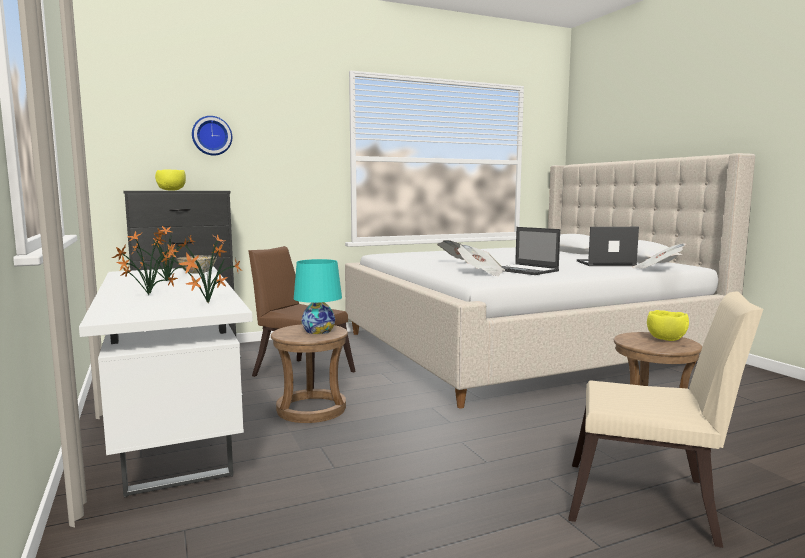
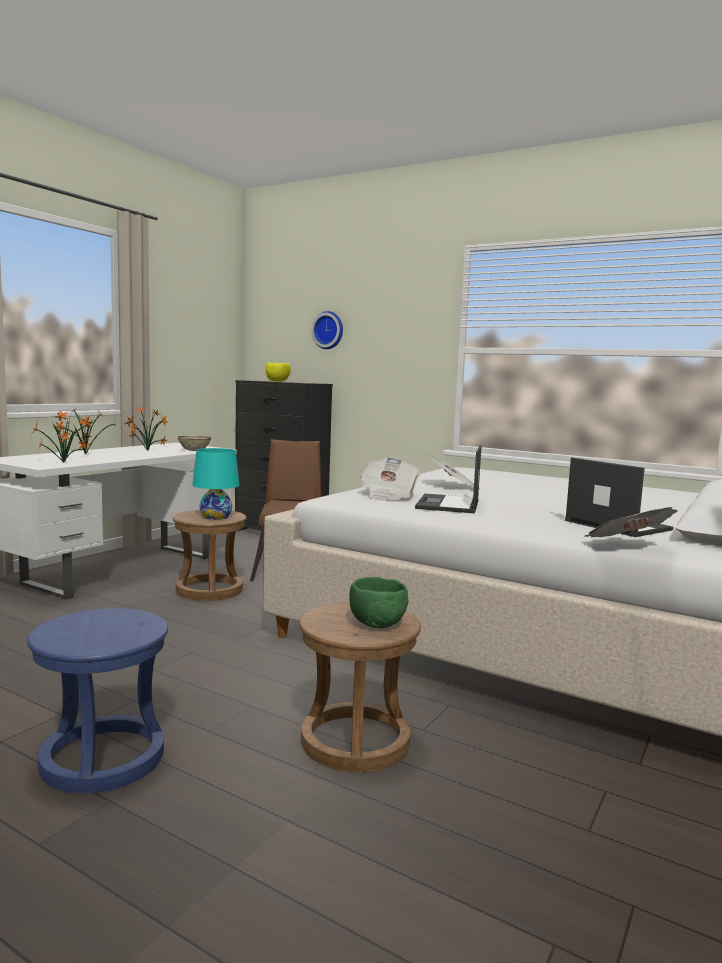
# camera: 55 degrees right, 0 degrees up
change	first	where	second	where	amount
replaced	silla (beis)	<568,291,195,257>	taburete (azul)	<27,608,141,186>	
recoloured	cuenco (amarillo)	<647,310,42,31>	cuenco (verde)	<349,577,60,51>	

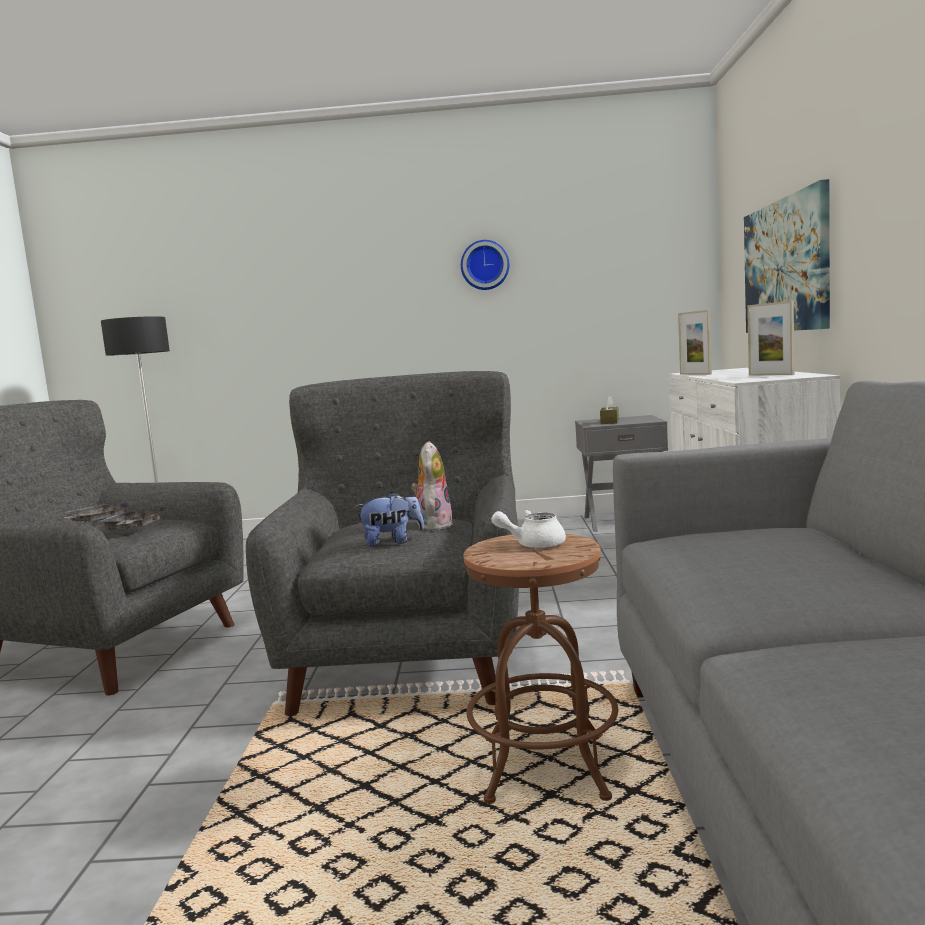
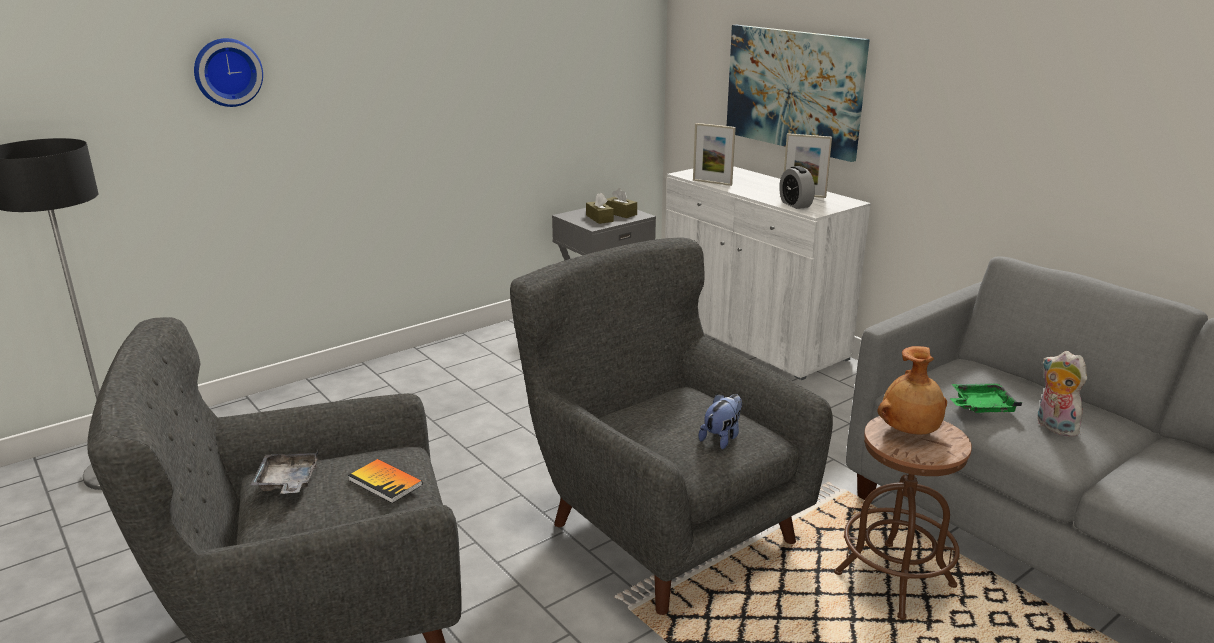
# camera: 40 degrees left, 15 degrees up
change	first	where	second	where	amount
replaced	bandeja (gris)	<97,506,67,24>	libro	<348,459,75,44>	
moved	peluche	<411,441,42,90>		<1038,351,49,86>	
moved	reloj de pared	<461,240,48,50>		<194,38,69,69>	
replaced	tetera (blanco)	<491,510,75,38>	florero (marrón)	<877,346,70,88>	
added			caja de pañuelos (marrón)	<605,188,32,30>	
added			despertador	<779,166,36,43>	
added			bandeja (verde)	<950,383,72,30>	

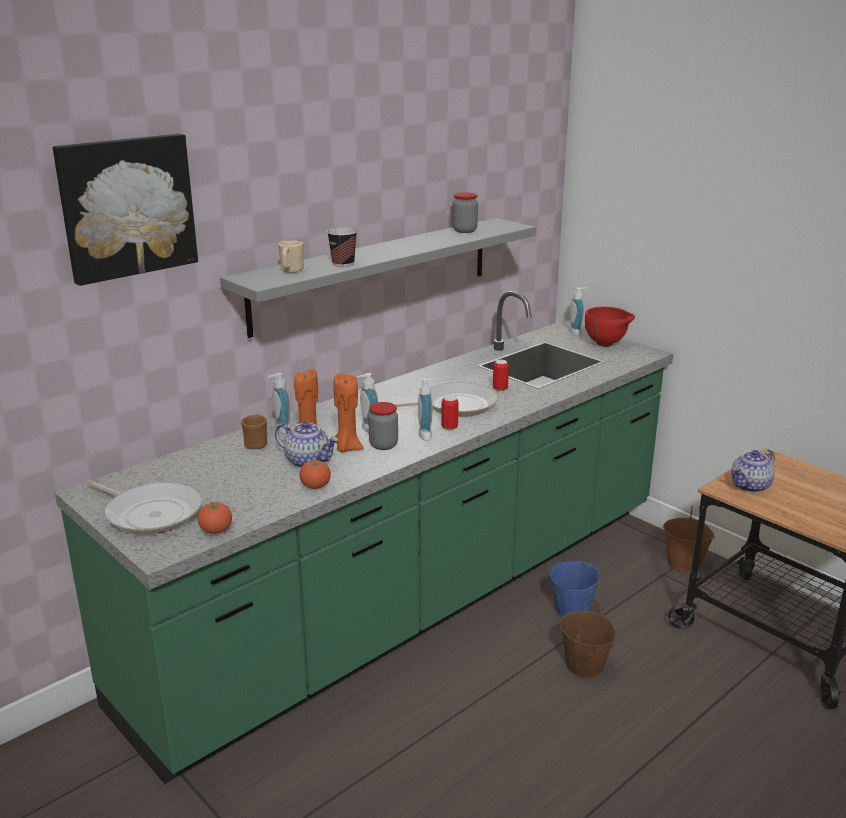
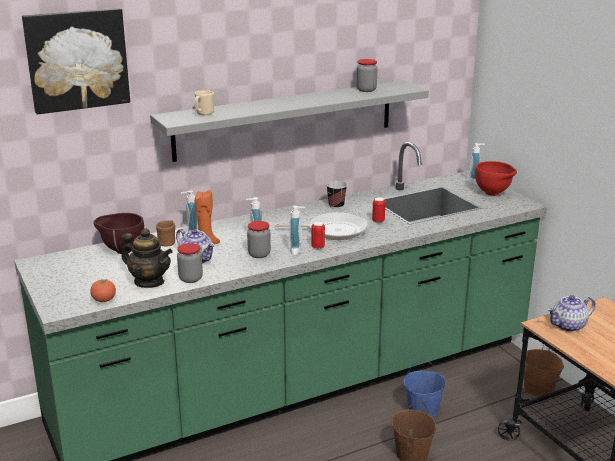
# camera: 15 degrees right, 0 degrees up
change	first	where	second	where	amount
removed	sartén	<86,481,116,54>			
replaced	tomate	<299,459,32,30>	tarro	<177,243,26,40>	
moved	taza	<327,228,30,39>		<326,181,21,28>	
removed	vela (naranja)	<334,373,30,80>			
added			cuenco (marrón)	<93,213,51,41>	
added			tetera	<121,228,52,60>	

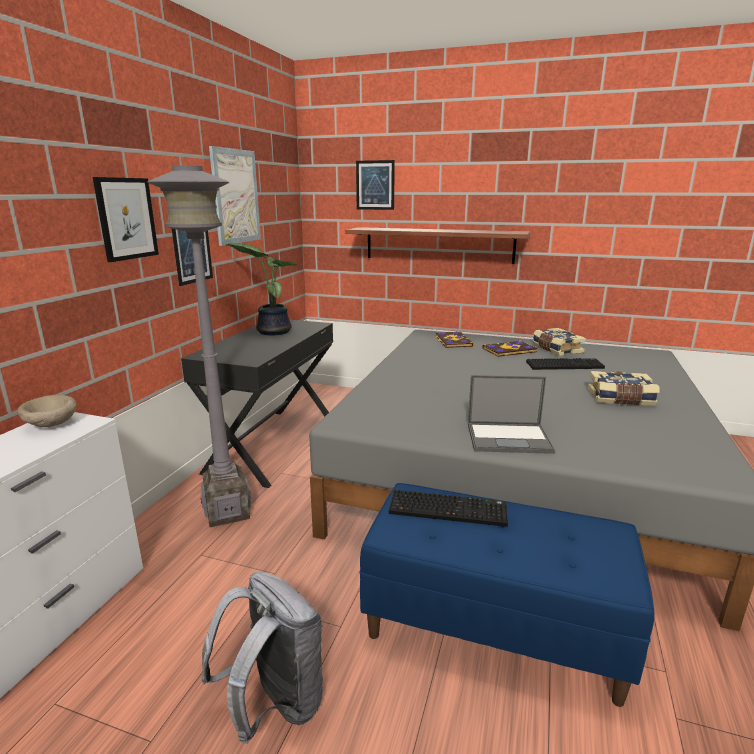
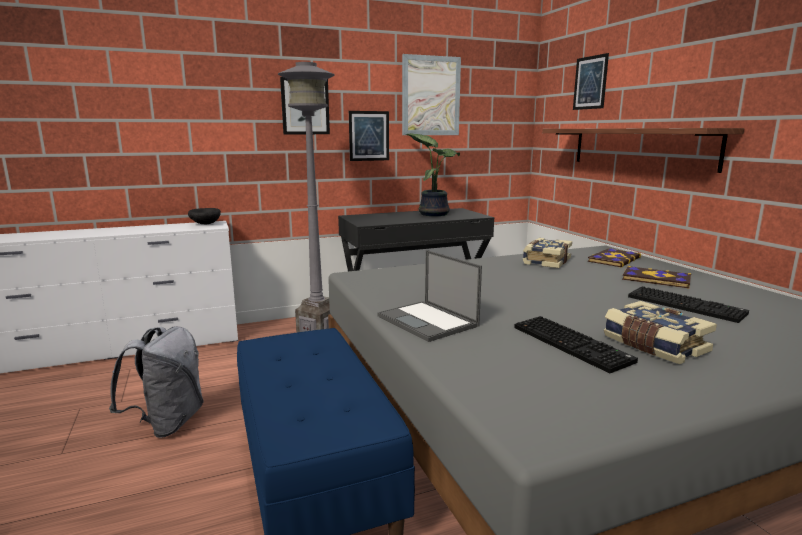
# camera: 50 degrees right, 5 degrees down
change	first	where	second	where	amount
recoloured	cuenco (beis)	<17,395,59,32>	cuenco (negro)	<188,208,33,17>	
moved	teclado	<389,490,119,37>		<515,316,123,57>	
moved	libro	<533,328,53,28>		<523,238,49,30>	

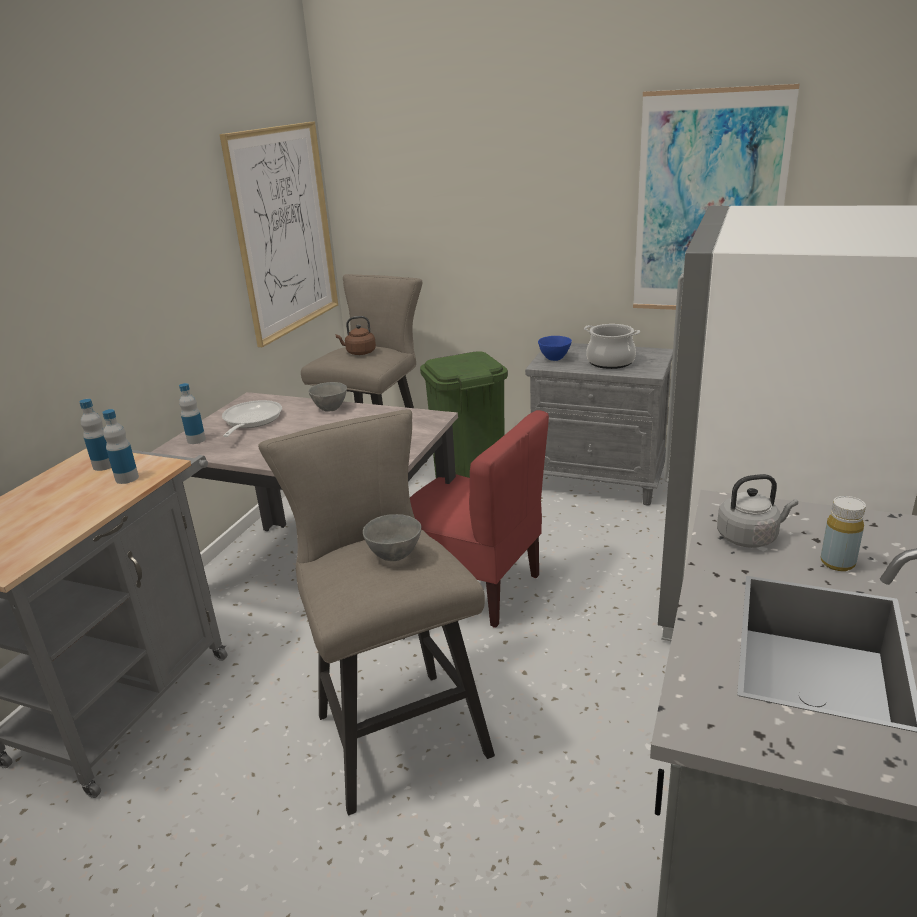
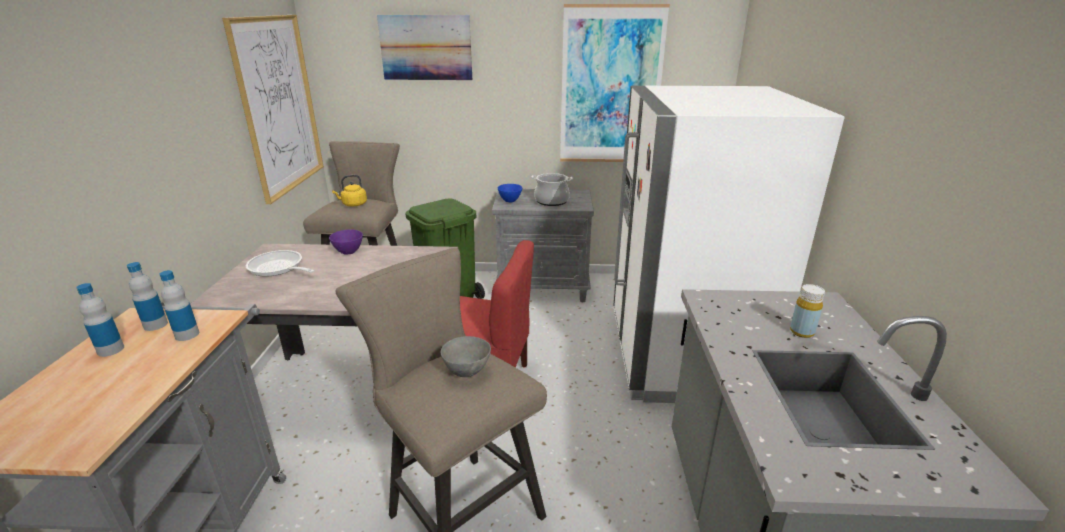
# camera: 20 degrees left, 0 degrees up
change	first	where	second	where	amount
moved	botella	<179,383,27,61>		<76,283,48,74>	
turned	sartén	<222,400,60,37>		<246,250,69,26>	45 degrees counterclockwise
recoloured	cuenco (gris)	<308,382,39,29>	cuenco (morado)	<329,230,34,25>	
recoloured	hervidor (marrón)	<335,316,41,39>	hervidor (amarillo)	<332,174,35,32>	
removed	hervidor (gris)	<717,474,81,74>			
added			cuadro	<377,15,95,65>	

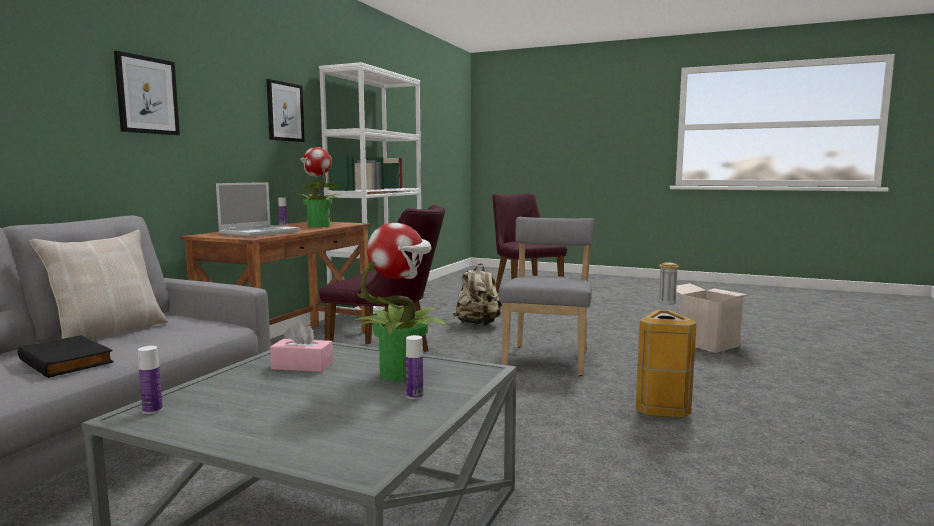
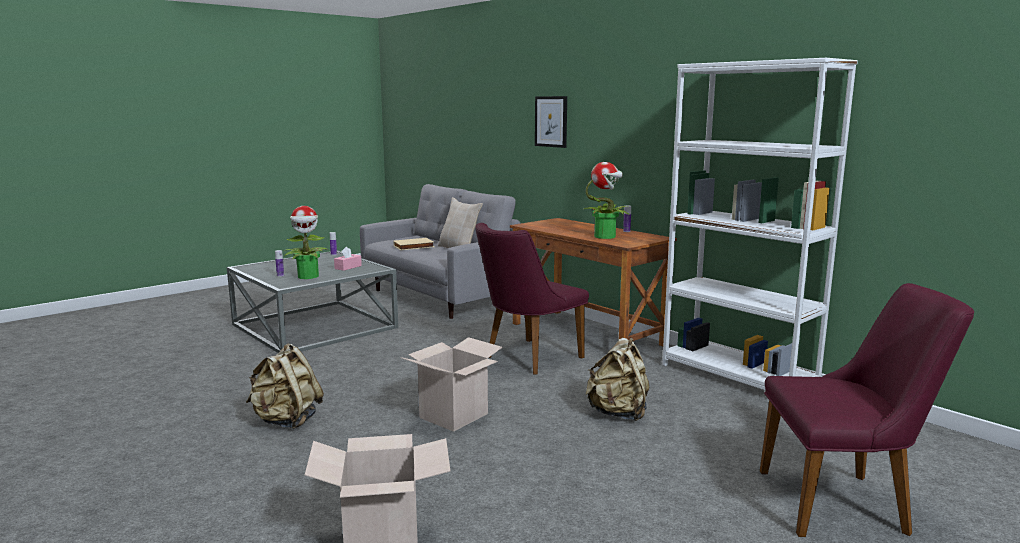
# camera: 115 degrees right, 5 degrees up
change	first	where	second	where	amount
recoloured	libro (negro)	<18,335,96,43>	libro (beis)	<394,238,40,12>	
removed	portátil	<216,182,84,55>			
removed	cuadro	<266,79,39,63>			
replaced	silla (gris)	<499,217,96,159>	caja de cartón	<400,337,103,95>	
replaced	papelera	<636,262,61,156>	mochila (beis)	<246,344,78,85>	

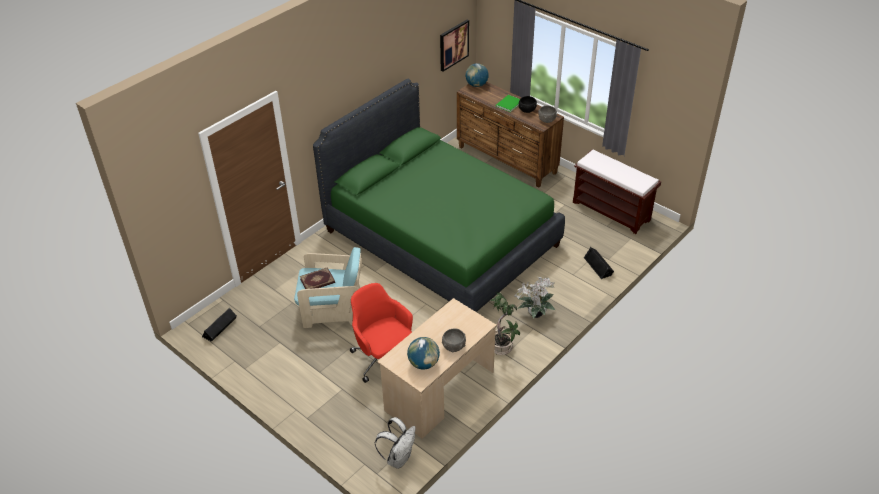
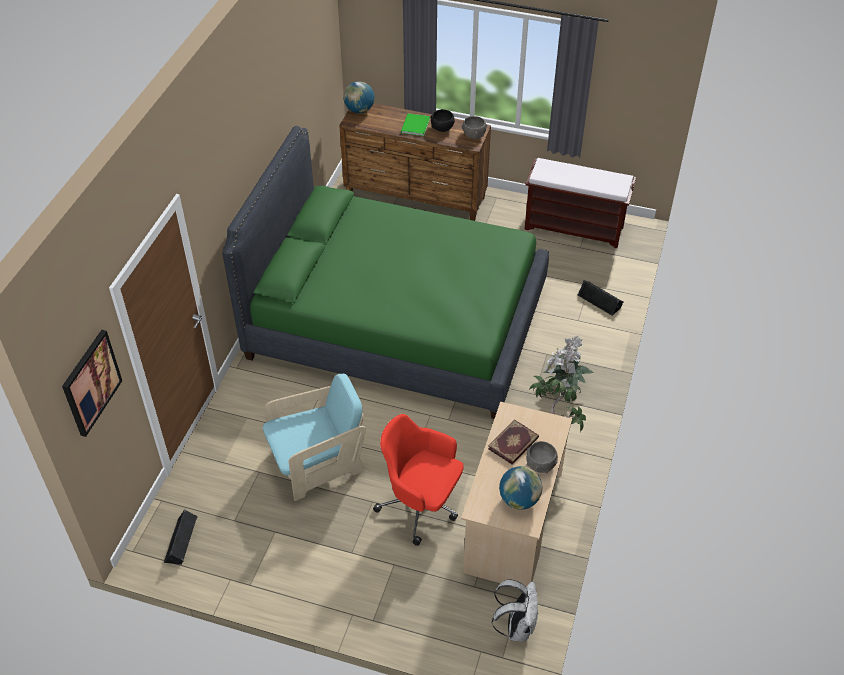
# camera: 25 degrees left, 5 degrees up
change	first	where	second	where	amount
moved	libro	<300,267,35,22>		<488,419,51,46>	
moved	cuadro	<440,20,29,52>		<62,330,60,107>	

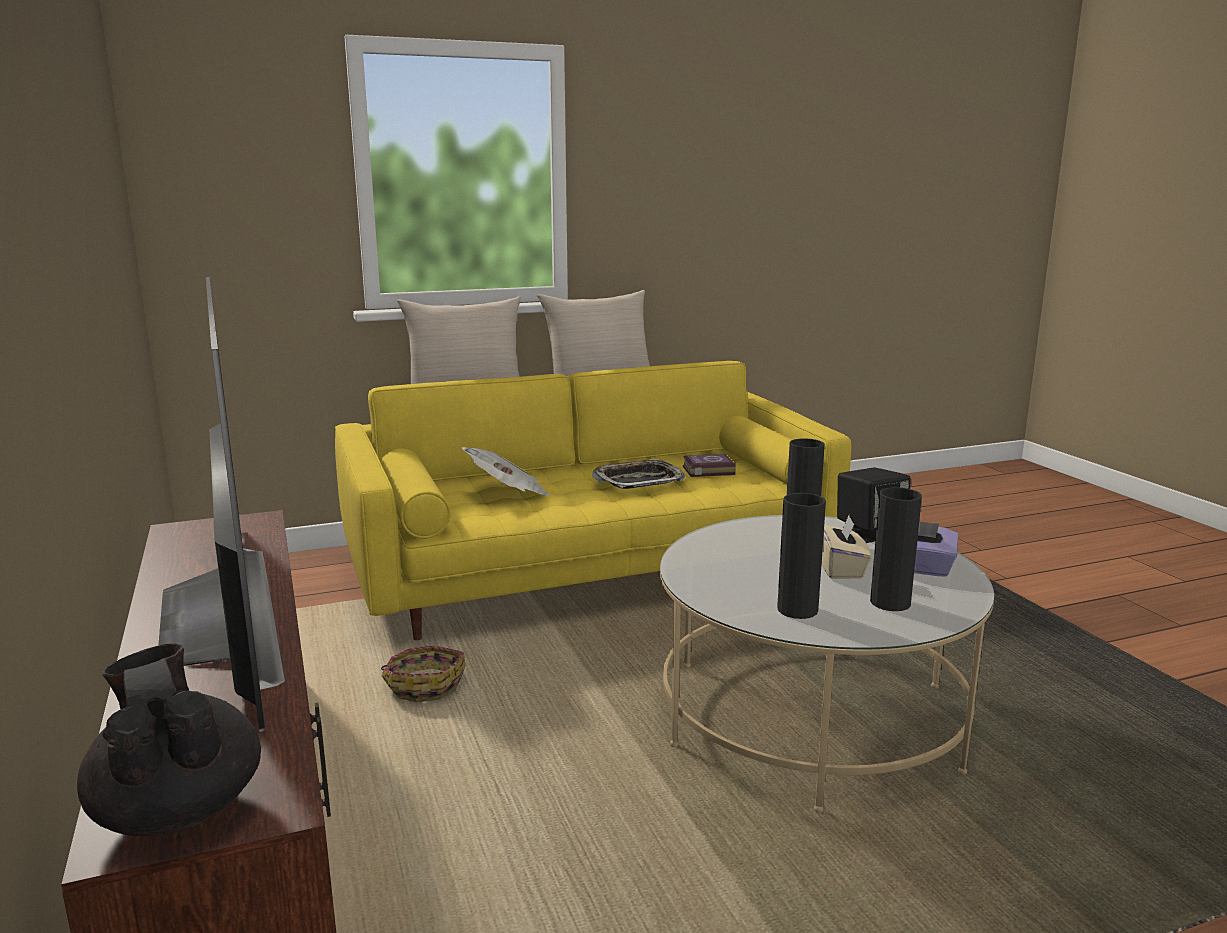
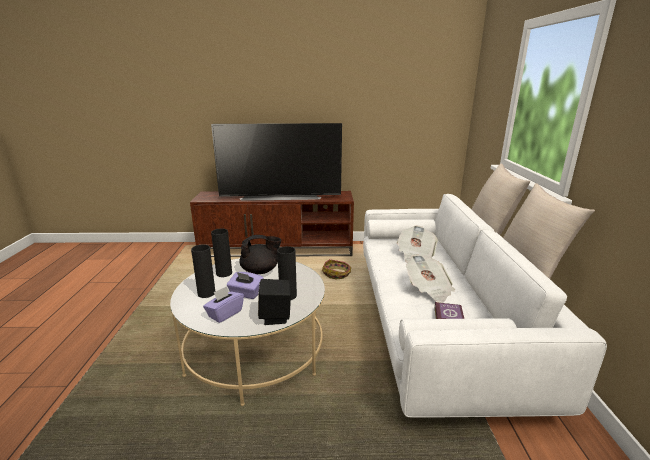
# camera: 110 degrees right, 5 degrees up
change	first	where	second	where	amount
moved	tetera (negro)	<77,644,184,192>		<239,235,42,39>	
recoloured	sofá (amarillo)	<335,361,516,279>	sofá (blanco)	<363,194,244,224>	
replaced	bandeja	<592,459,94,30>	periódico	<406,254,49,49>	
recoloured	caja de pañuelos (beis)	<822,516,50,63>	caja de pañuelos (morado)	<227,272,37,27>	

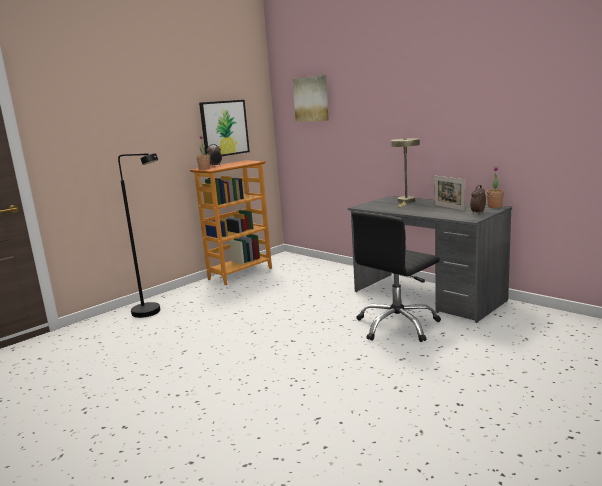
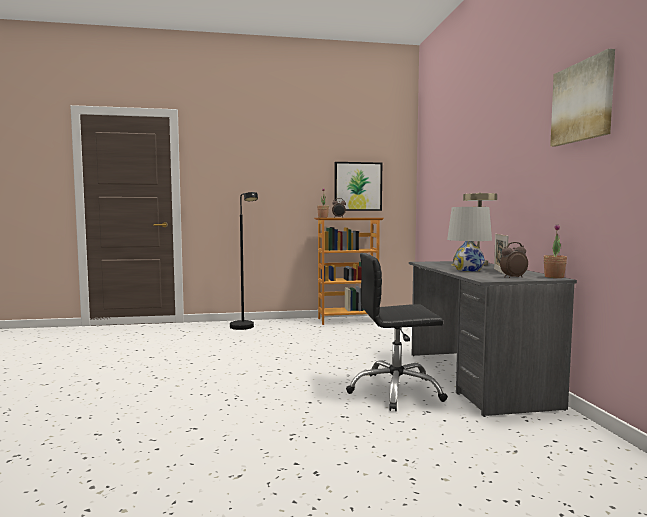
# camera: 35 degrees right, 10 degrees down
change	first	where	second	where	amount
moved	cuadro	<292,75,37,47>		<550,49,65,97>	
added			lámpara de mesa (blanco)	<447,207,45,65>	

